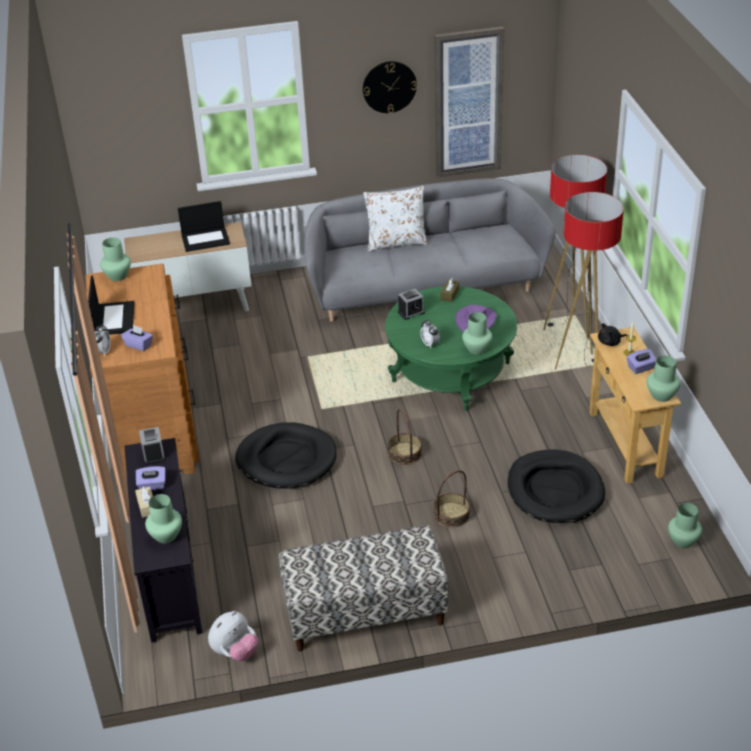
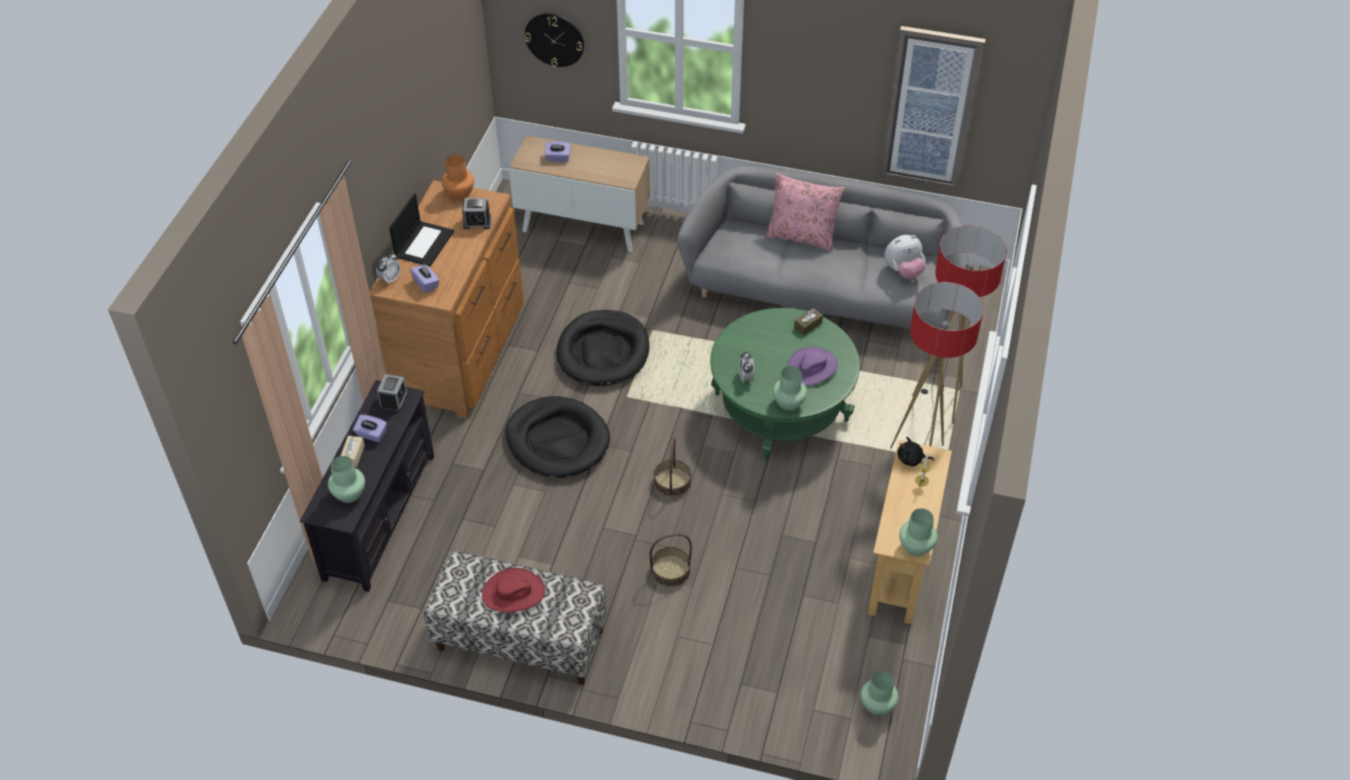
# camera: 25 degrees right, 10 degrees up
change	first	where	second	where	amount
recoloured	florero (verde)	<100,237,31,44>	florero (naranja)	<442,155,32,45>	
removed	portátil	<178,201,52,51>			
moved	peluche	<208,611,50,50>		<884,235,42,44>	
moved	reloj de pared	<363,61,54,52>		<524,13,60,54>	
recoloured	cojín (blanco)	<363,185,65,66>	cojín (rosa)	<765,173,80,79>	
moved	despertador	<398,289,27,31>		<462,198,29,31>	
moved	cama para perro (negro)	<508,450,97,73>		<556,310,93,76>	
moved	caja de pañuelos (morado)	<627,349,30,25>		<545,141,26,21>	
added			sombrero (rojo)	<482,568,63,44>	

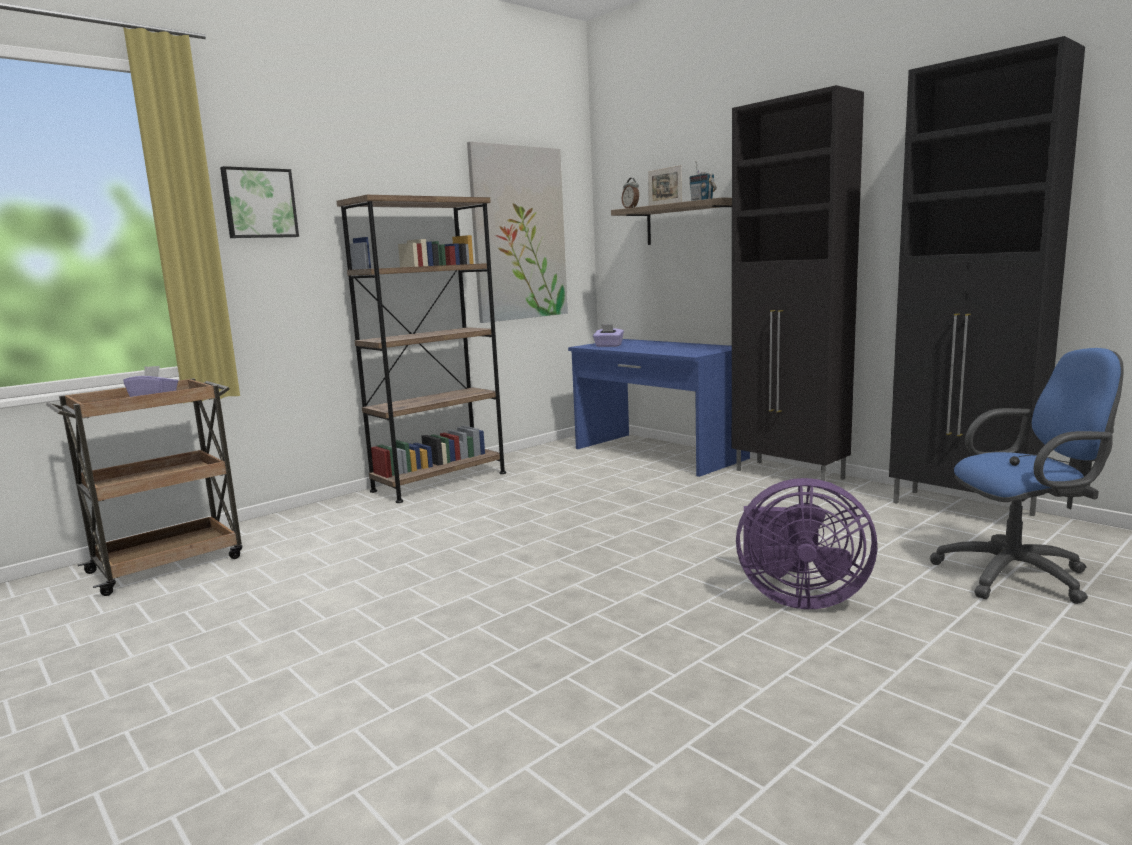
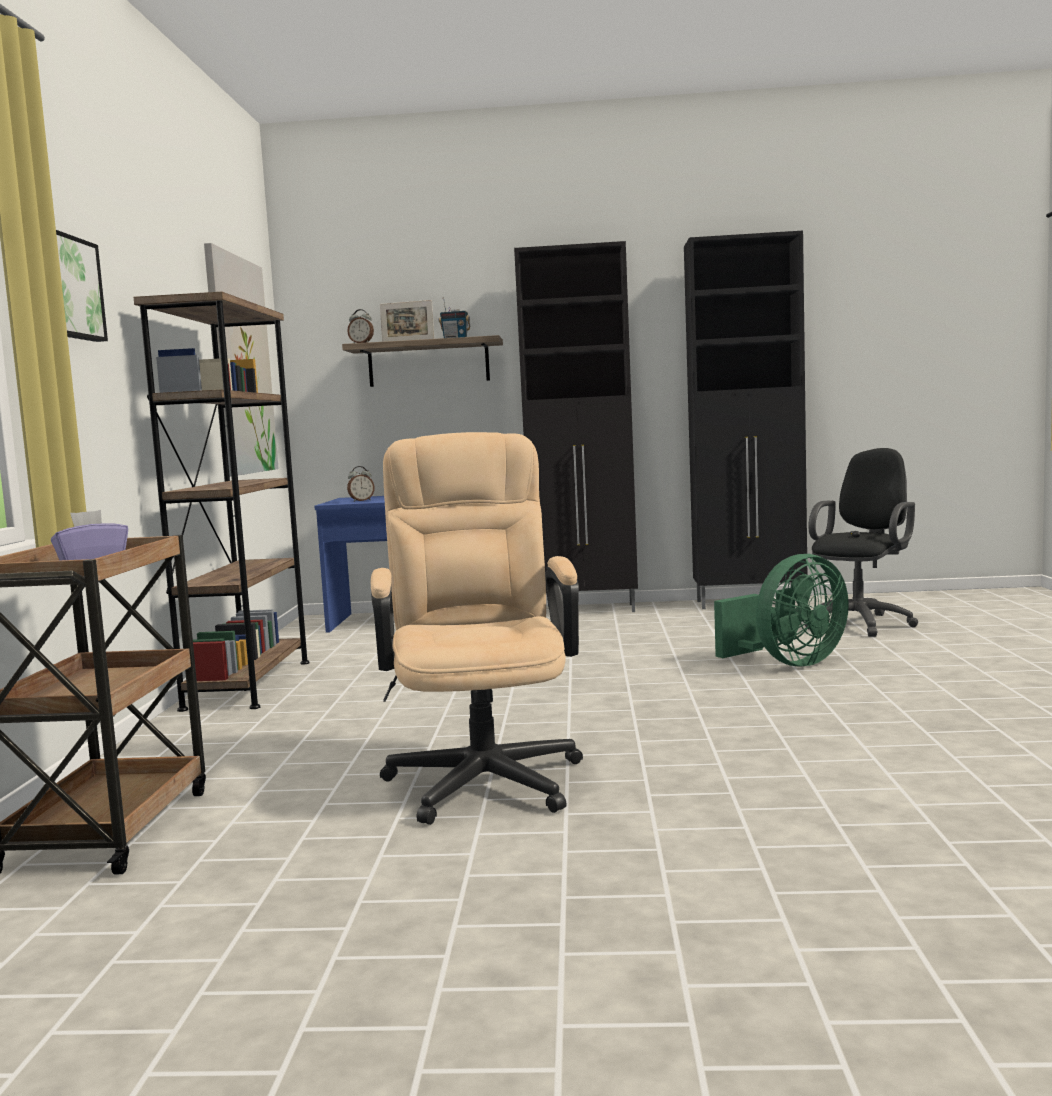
# camera: 45 degrees left, 5 degrees down
change	first	where	second	where	amount
replaced	caja de pañuelos (morado)	<593,324,31,23>	despertador	<347,466,28,36>	
recoloured	ventilador (morado)	<736,478,141,131>	ventilador (verde)	<714,554,135,113>	
recoloured	silla de oficina (azul)	<929,348,194,256>	silla de oficina (negro)	<805,448,113,189>	
added			silla de oficina (beis)	<371,432,212,393>	

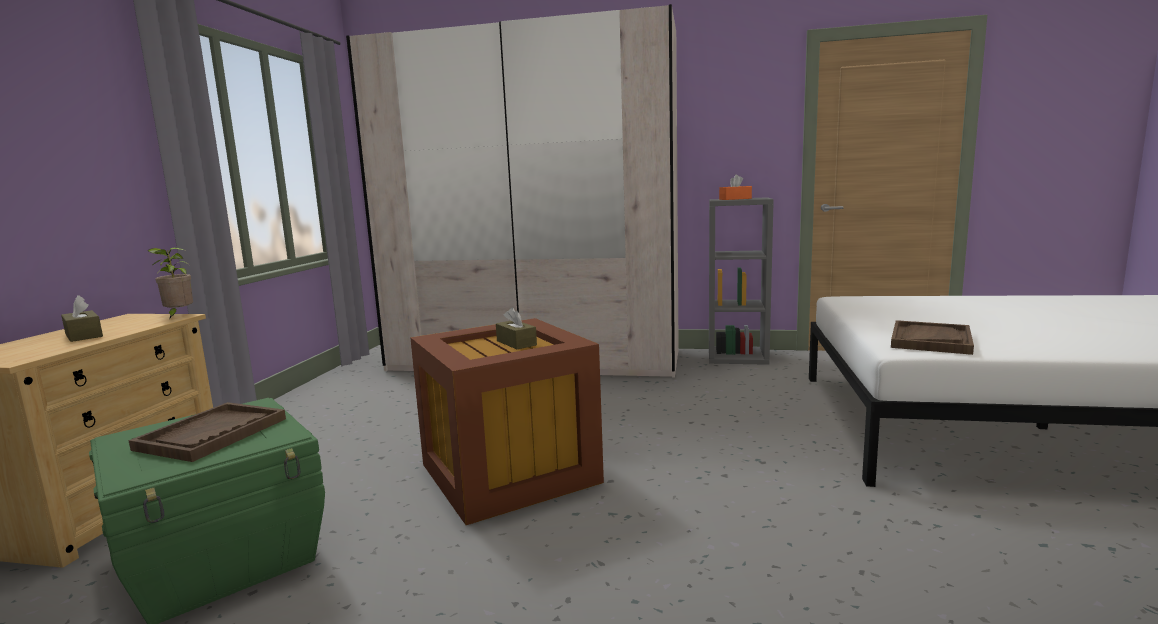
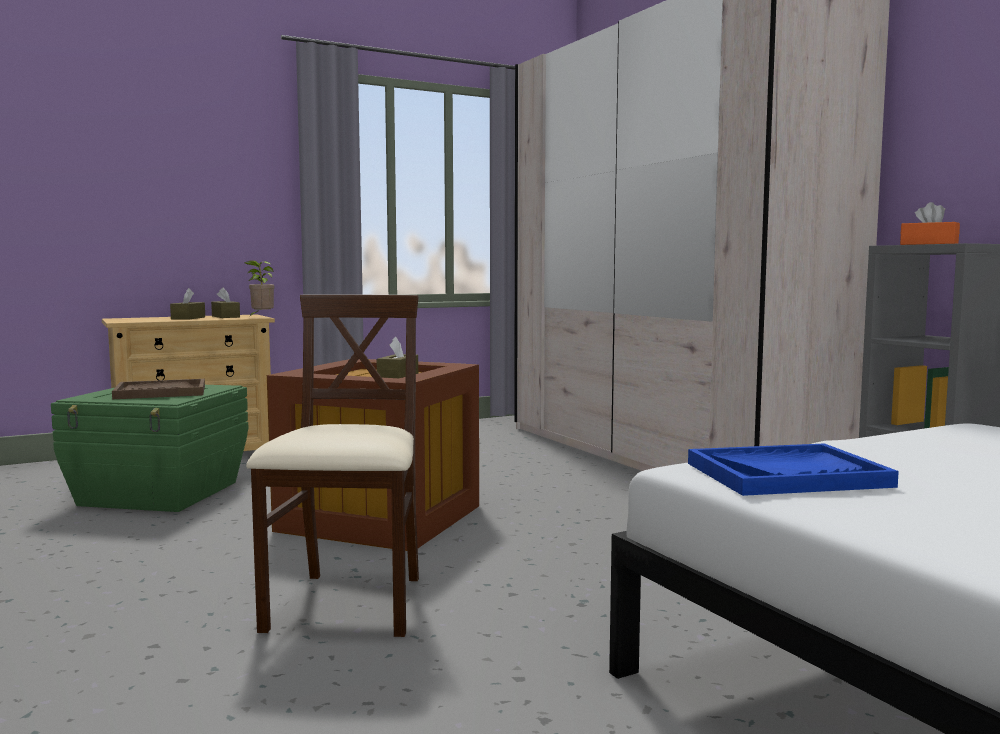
# camera: 50 degrees right, 5 degrees down
change	first	where	second	where	amount
recoloured	bandeja (marrón)	<891,320,83,35>	bandeja (azul)	<688,443,211,53>	
added			caja de pañuelos (marrón)	<211,288,29,30>	
added			silla (beis)	<246,295,173,342>	

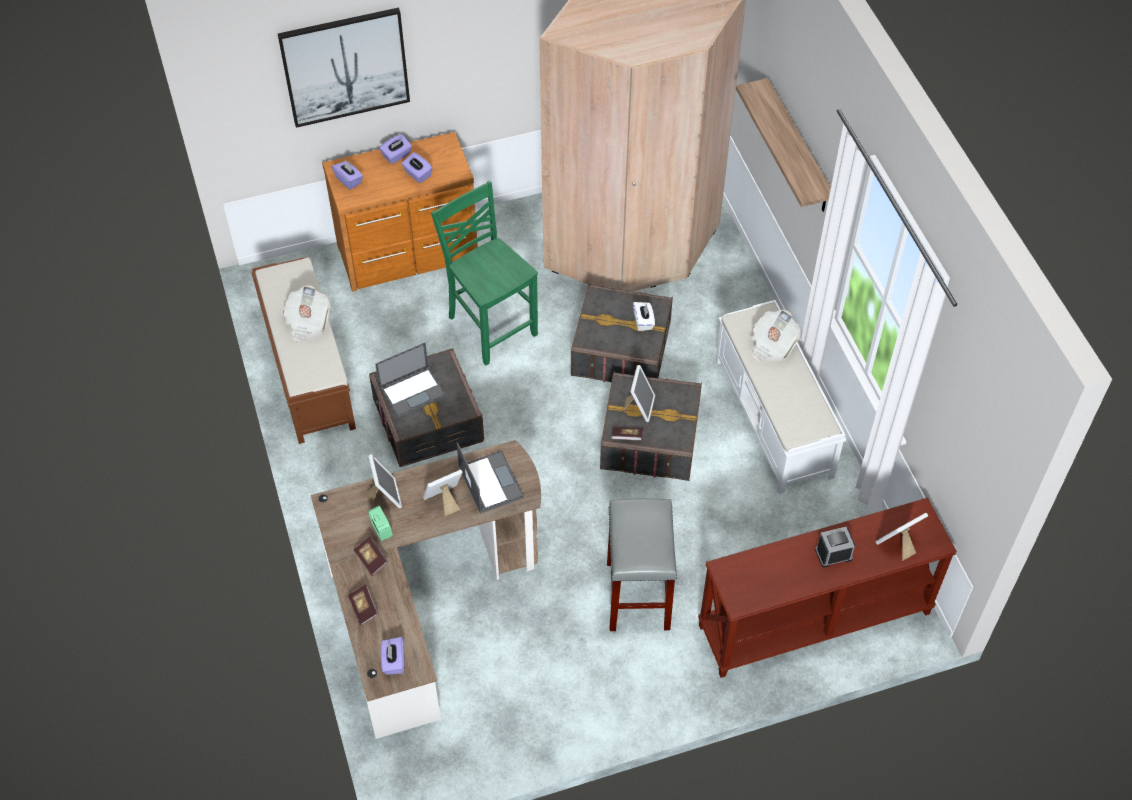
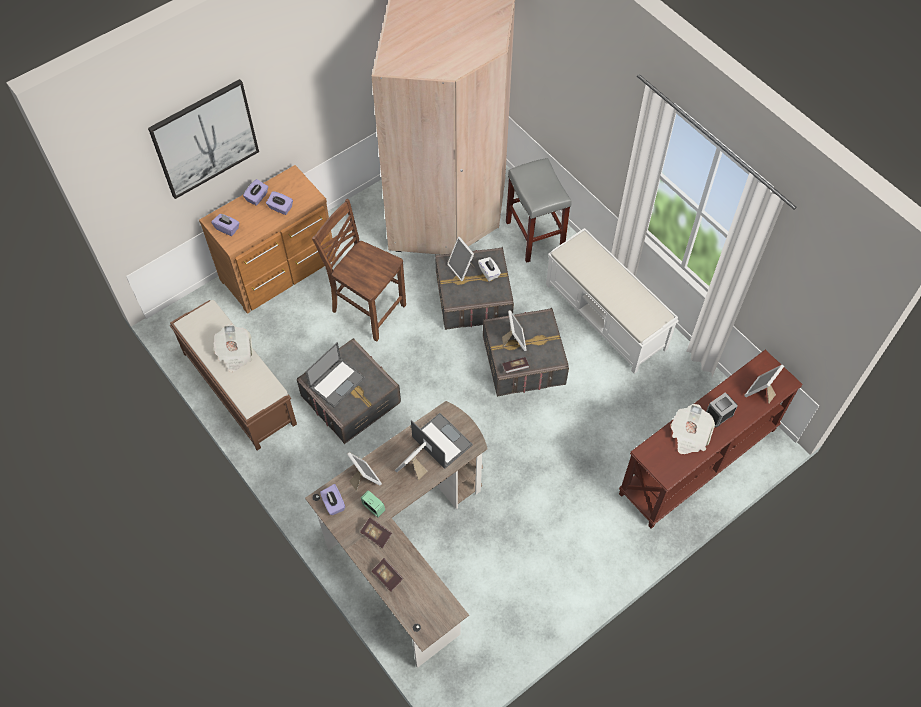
# camera: 20 degrees left, 5 degrees up
change	first	where	second	where	amount
moved	caja de pañuelos (morado)	<381,637,23,38>		<320,484,25,31>	
recoloured	silla (verde)	<431,181,107,184>	silla (marrón)	<312,199,94,143>	
moved	taburete (gris)	<607,498,70,133>		<506,158,66,105>	
removed	estante	<736,78,95,134>			
moved	periódico	<751,310,50,53>		<671,404,44,50>	
added			portarretratos	<447,237,27,44>	

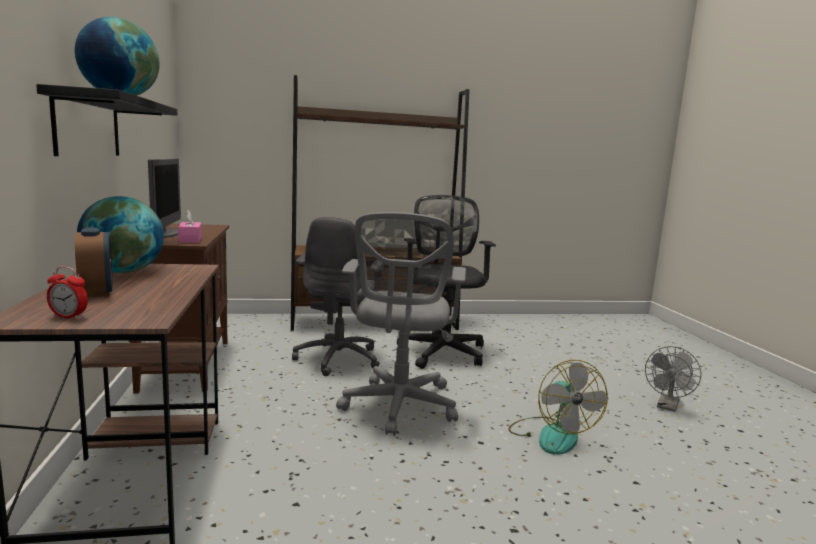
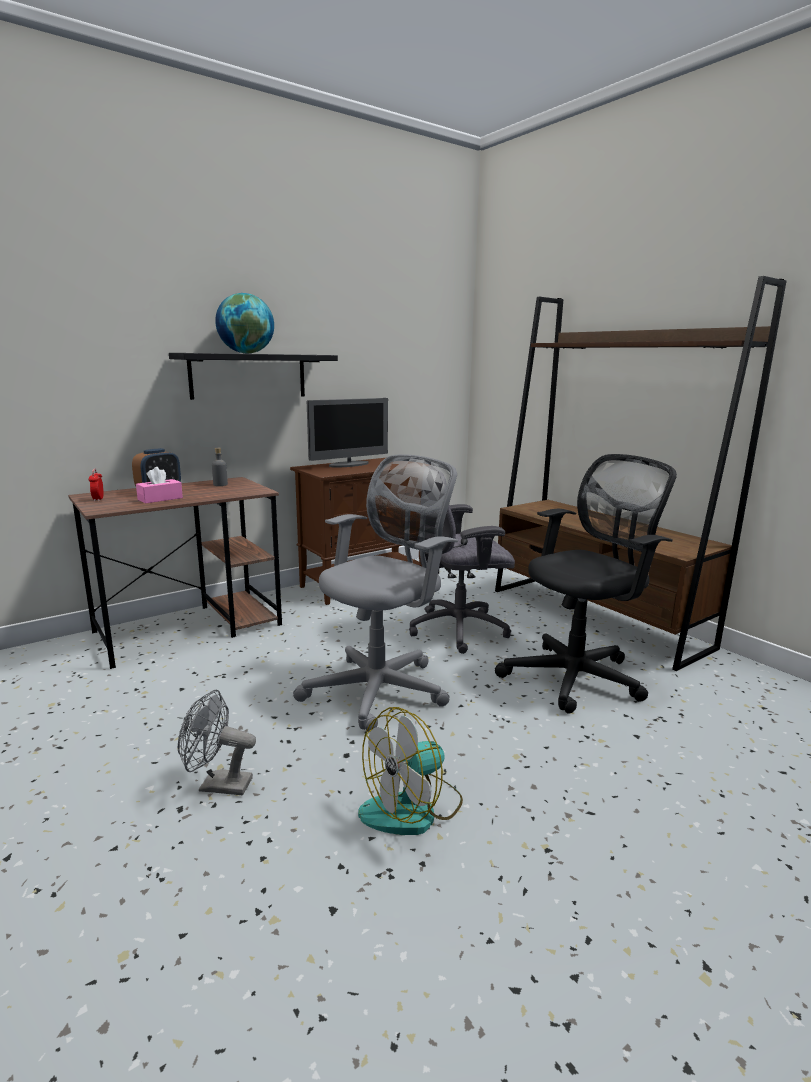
# camera: 65 degrees right, 5 degrees up
change	first	where	second	where	amount
replaced	globo terráqueo	<77,196,87,77>	botella (gris)	<212,448,16,38>	
moved	caja de pañuelos (rosa)	<178,210,24,33>		<136,467,47,37>	
turned	silla de oficina (gris)	<336,212,130,224>		<293,454,165,277>	150 degrees clockwise
moved	ventilador (gris)	<645,346,56,66>		<178,690,78,105>	

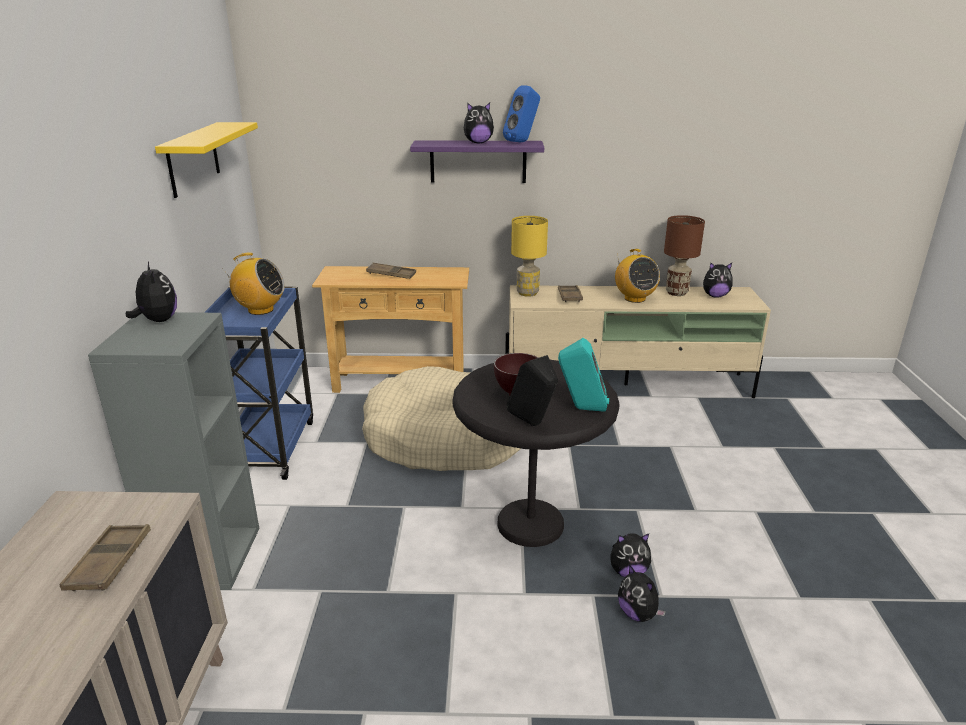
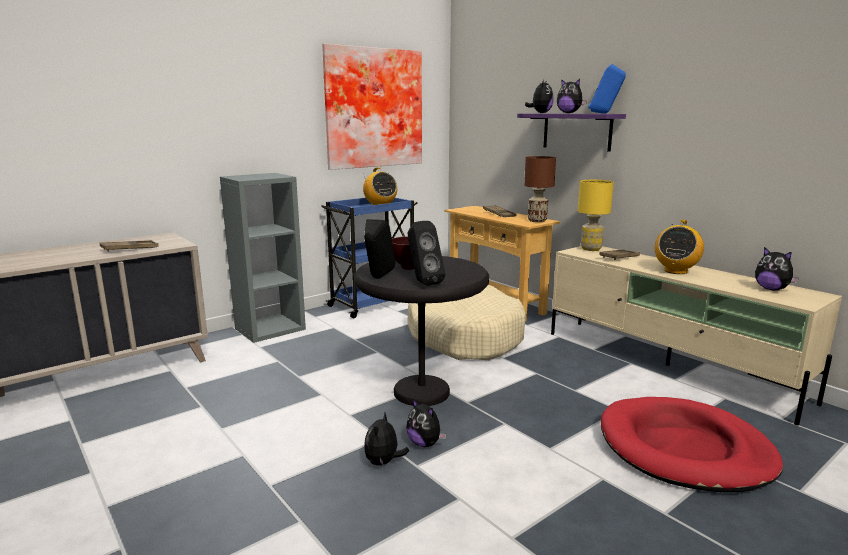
# camera: 50 degrees right, 10 degrees down
change	first	where	second	where	amount
moved	peluche	<126,262,51,60>		<525,80,29,33>	
replaced	estante (amarillo)	<155,122,103,76>	cuadro	<322,43,100,127>	
recoloured	altavoz (turquesa)	<558,338,51,74>	altavoz (negro)	<408,221,37,65>	
moved	lámpara de mesa (marrón)	<664,215,41,81>		<524,156,32,66>	
added			cama para perro (rojo)	<601,397,182,95>	

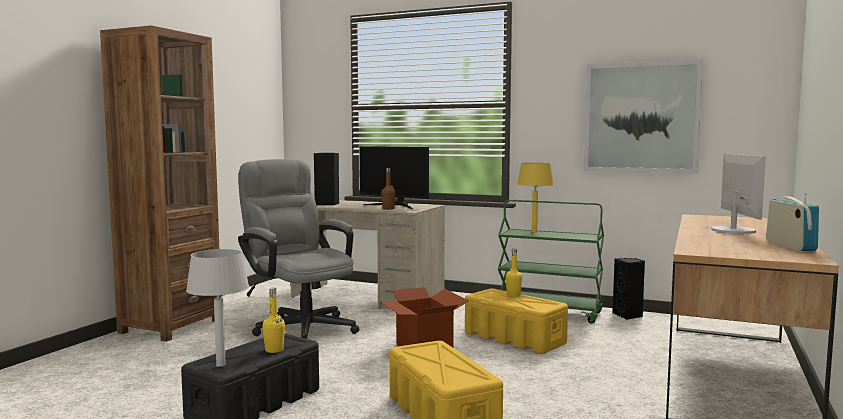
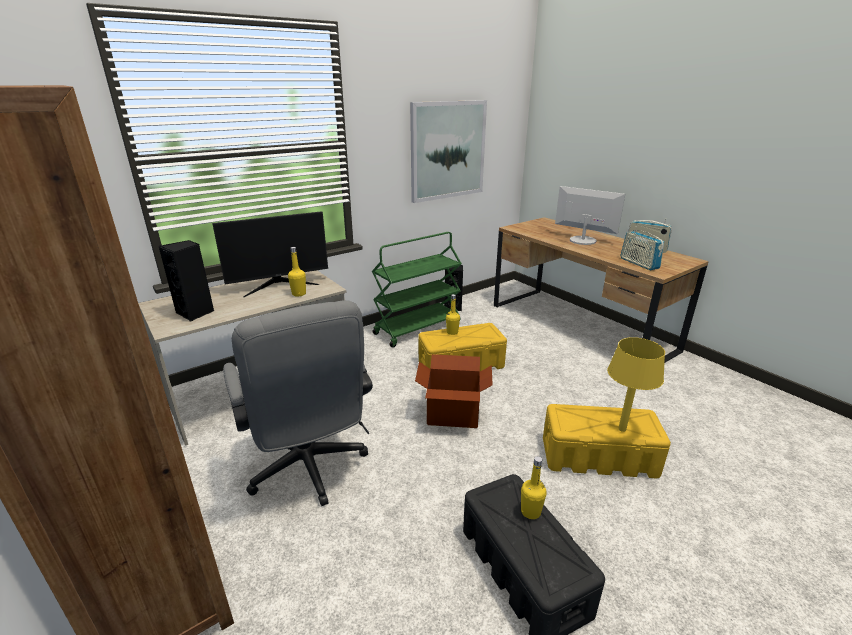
# camera: 60 degrees left, 20 degrees up
change	first	where	second	where	amount
removed	lámpara de mesa (gris)	<186,249,63,118>			
turned	silla de oficina (gris)	<238,159,121,180>		<223,300,150,206>	105 degrees counterclockwise
recoloured	botella (marrón)	<381,168,15,42>	botella (amarillo)	<288,247,18,50>	
moved	lámpara de mesa (amarillo)	<517,163,37,70>		<607,337,58,95>	
added			radio	<620,226,44,44>	

